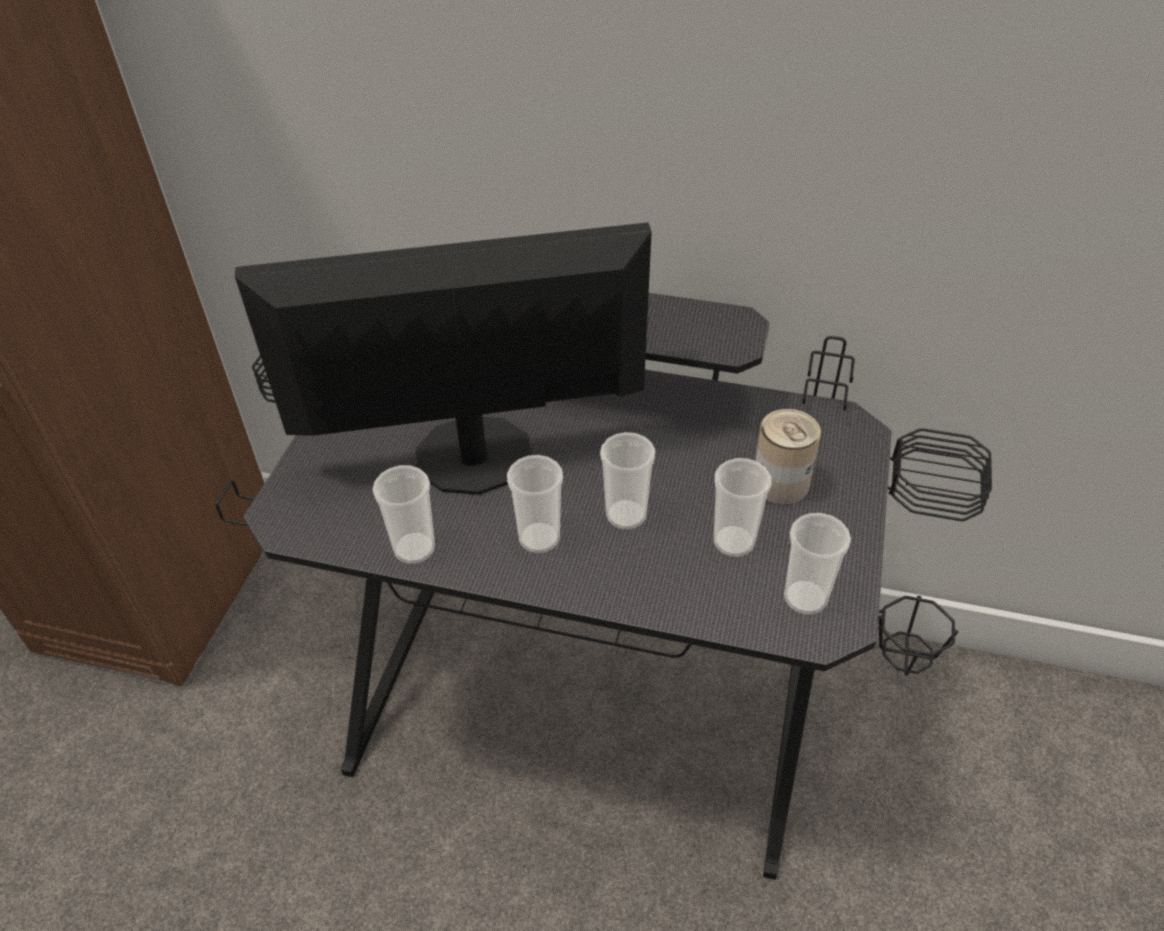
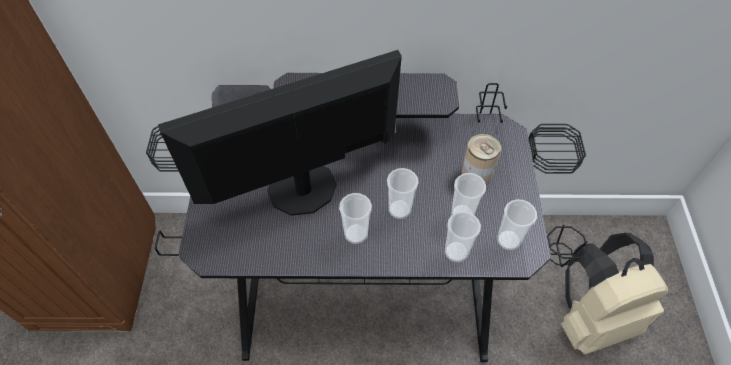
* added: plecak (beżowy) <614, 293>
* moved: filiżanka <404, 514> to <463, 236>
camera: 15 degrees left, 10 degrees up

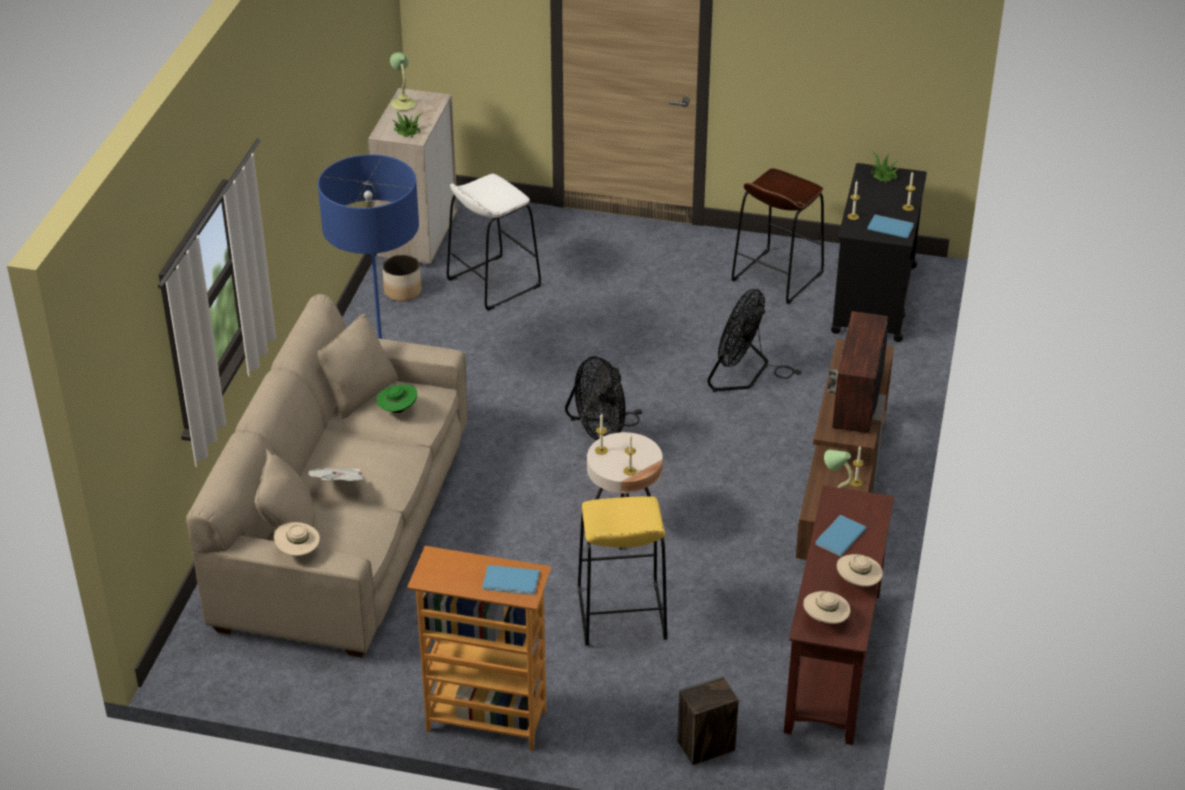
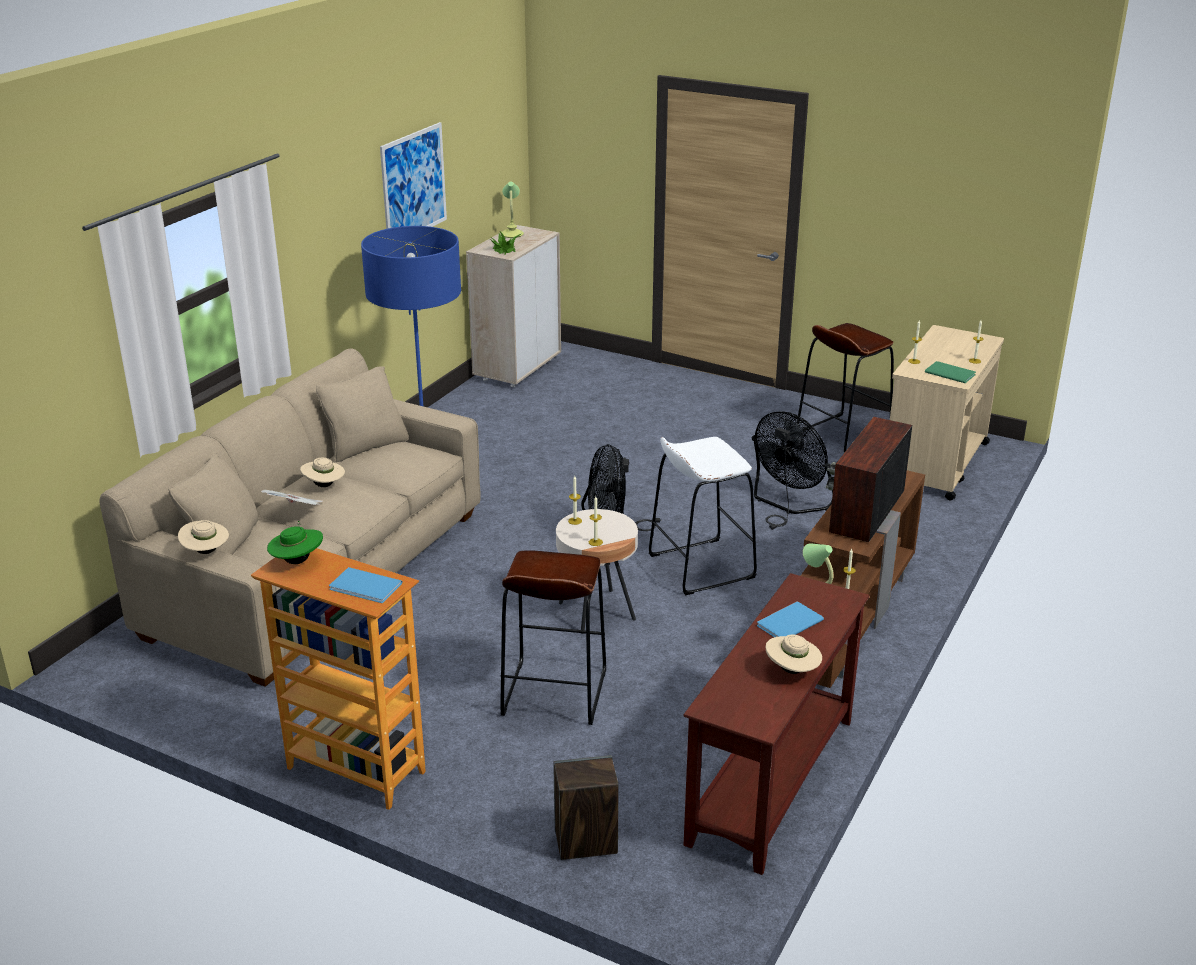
* removed: donica <402, 278>
* removed: roślina doniczkowa <885, 167>
* added: obraz <413, 175>
* moved: kapelusz (zielony) <397, 397> to <295, 542>
* moved: stołek (biały) <494, 242> to <703, 516>
* moved: kapelusz (beżowy) <827, 607> to <322, 472>
* recoloured: stołek (żółty) <622, 570> to stołek (brązowy) <553, 637>
* recoloured: wózek (czarny) <879, 252> to wózek (beżowy) <947, 412>
* recoloured: książka (niebieski) <890, 227> to książka (zielony) <950, 372>
* turned: wentylator (czarny) <755, 340> = <792, 470> 90 degrees clockwise
camera: 15 degrees right, 10 degrees down

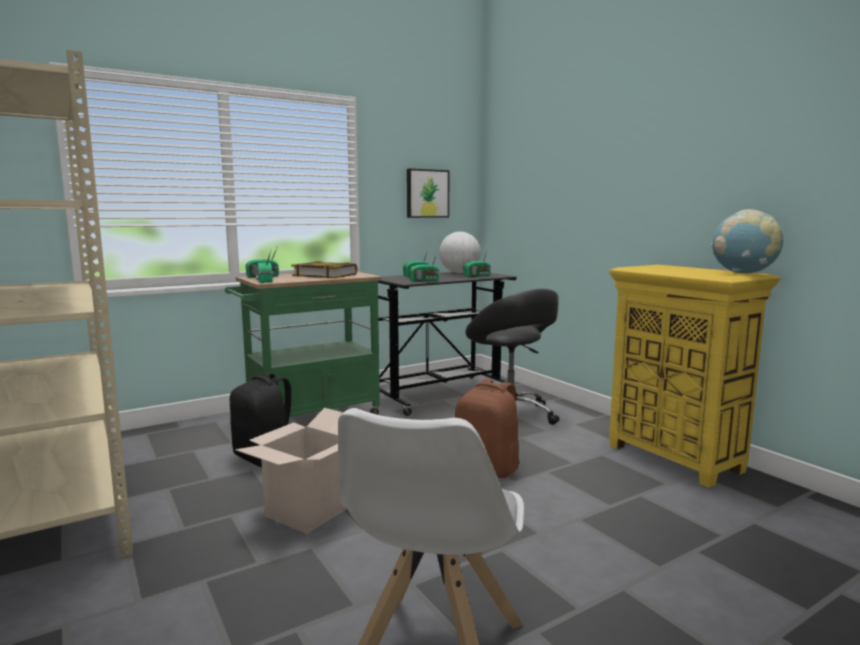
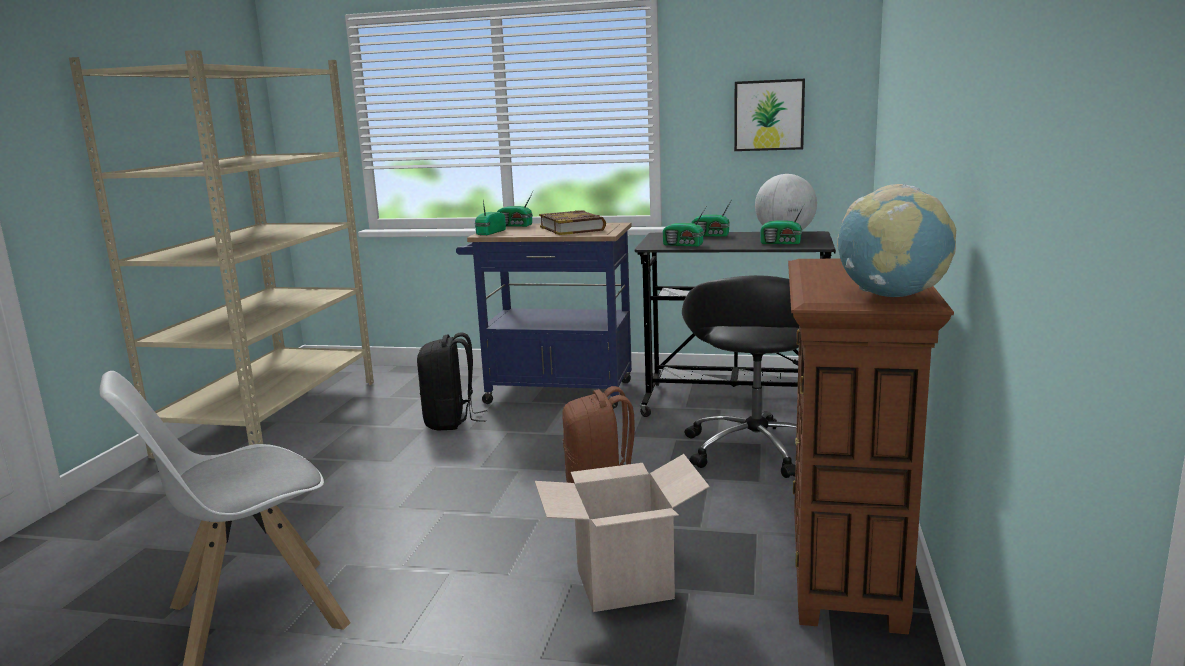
* moved: karton <291, 471> to <622, 533>
* recoloured: wózek (zielony) <303, 344> to wózek (niebieski) <544, 315>
* recoloured: szafka (żółty) <695, 376> to szafka (brązowy) <871, 446>
camera: 45 degrees right, 5 degrees up

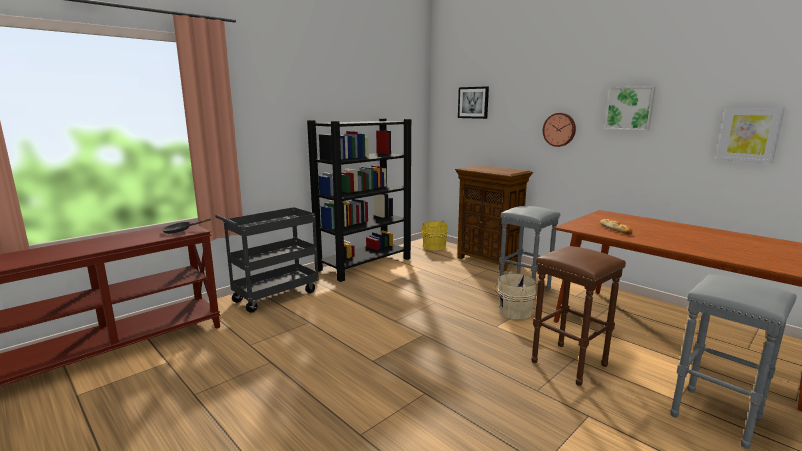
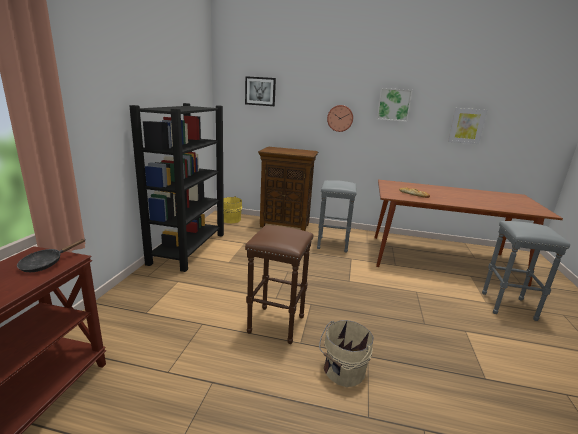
* removed: wózek (szary) <267, 260>
* moved: wiadro (beżowy) <515, 295> to <346, 353>
* moved: stołek (brązowy) <578, 316> to <279, 284>
camera: 35 degrees left, 5 degrees up

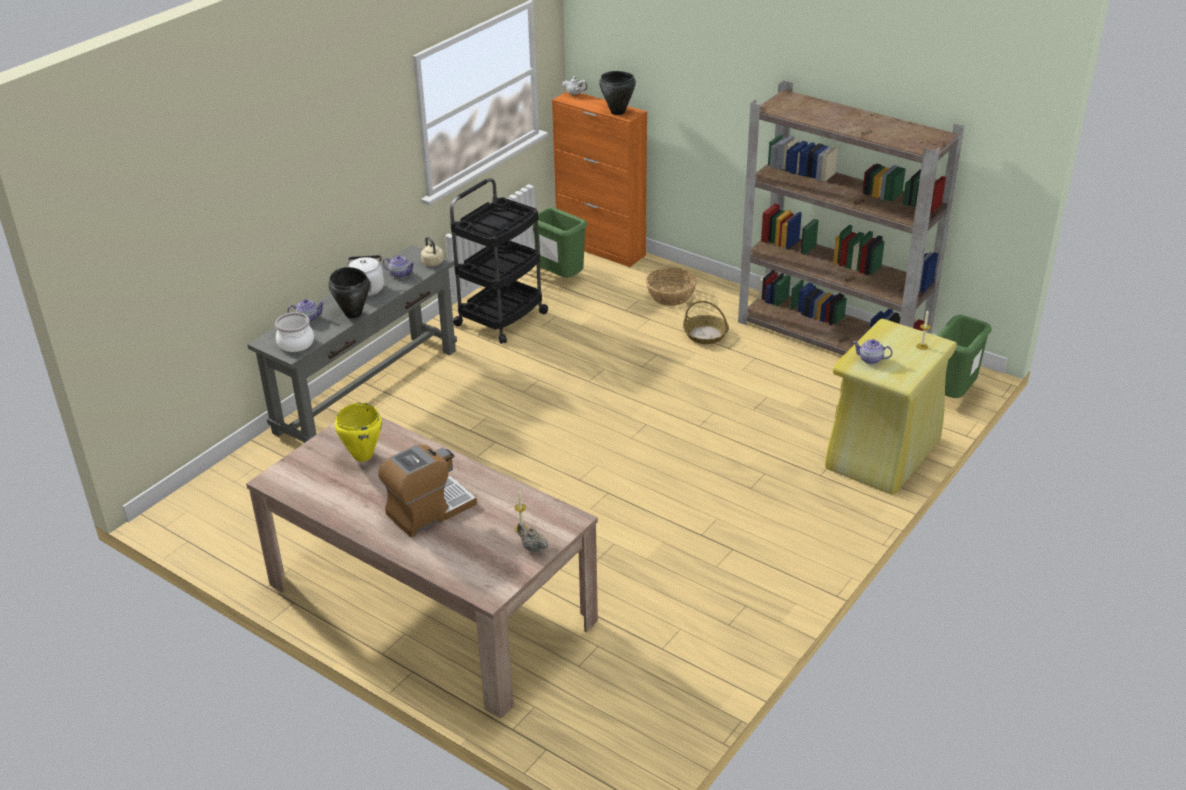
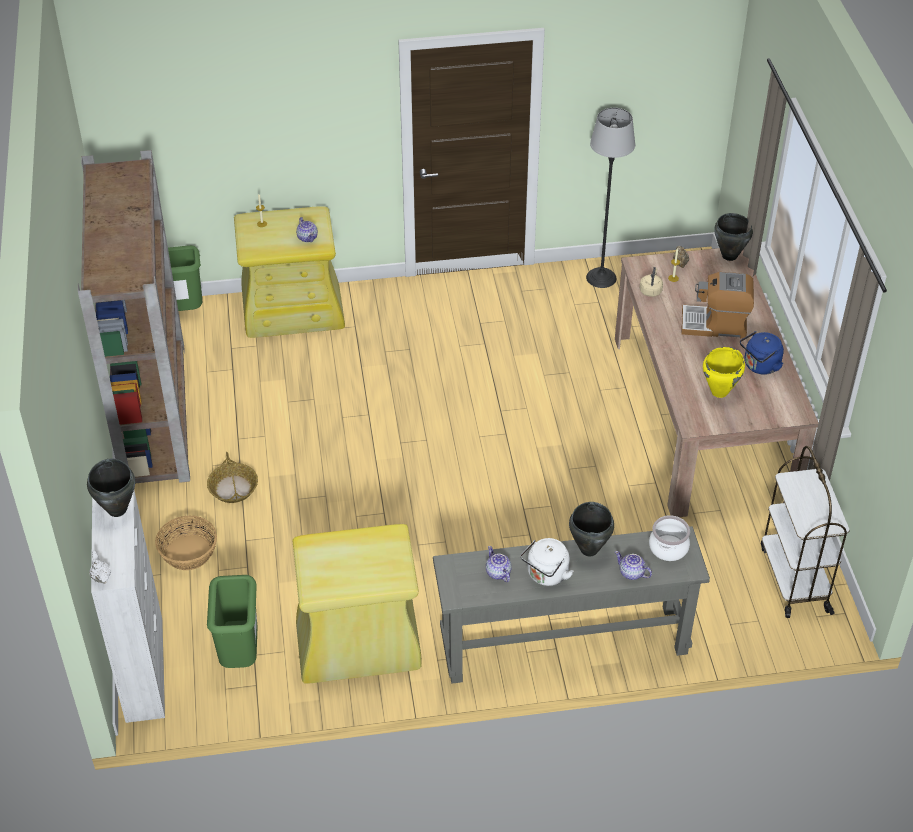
* added: lampa stojąca <610, 198>
* added: garnek (czarny) <733, 237>
* added: czajnik (niebieski) <762, 353>
* added: wózek (biały) <805, 532>
* moved: czajnik (beżowy) <432, 251> to <651, 282>
* replaced: wózek (czarny) <499, 261> to szafka nocna (żółty) <357, 604>
* recoloured: szafka (pomarańczowy) <599, 179> to szafka (biały) <128, 607>
camera: 135 degrees left, 10 degrees up

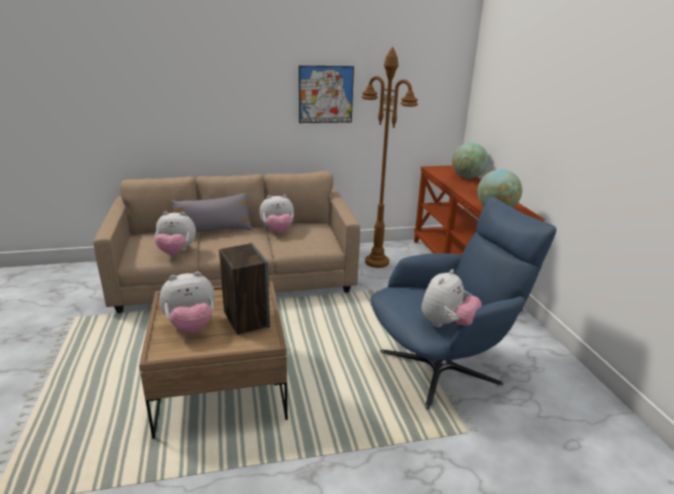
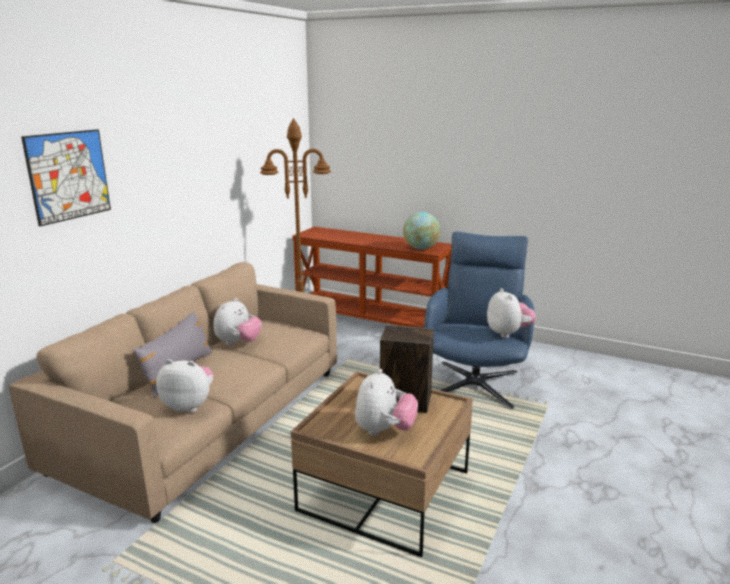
* removed: globus <470, 161>
* moved: obraz <326, 94> to <66, 177>
* turned: pluszak <175, 233> = <184, 386> 120 degrees counterclockwise
camera: 50 degrees left, 5 degrees down

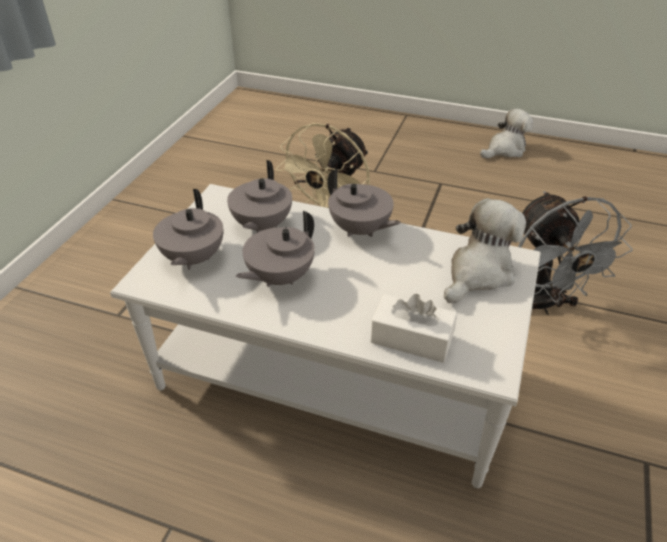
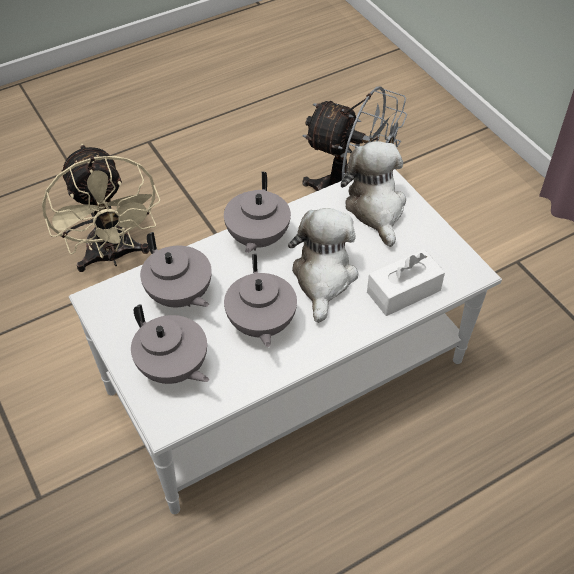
* moved: pluszak <506, 133> to <323, 265>
* turned: imbryk (szary) <364, 203> = <257, 212> 105 degrees clockwise
camera: 50 degrees left, 10 degrees up

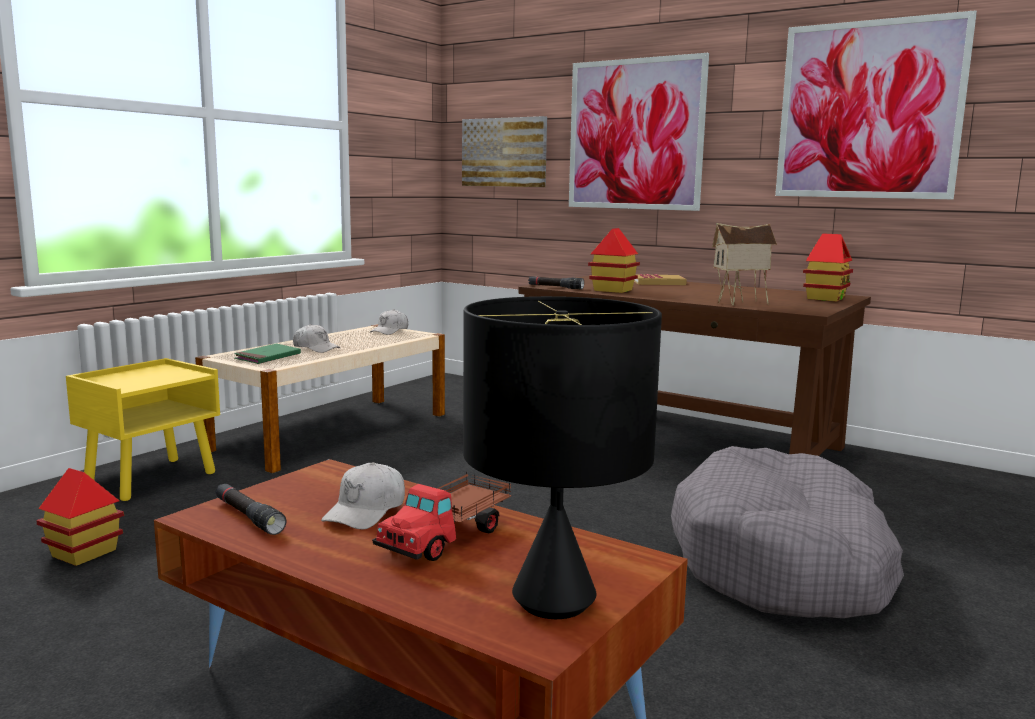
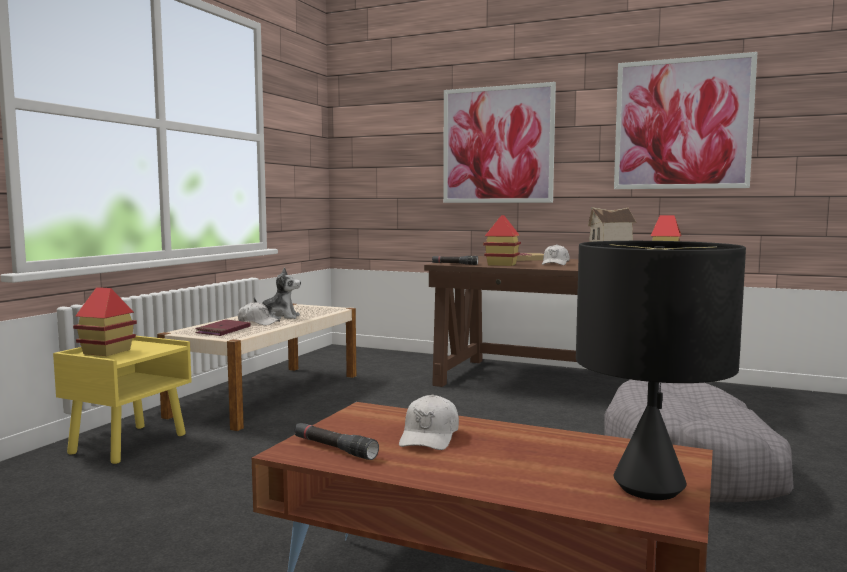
* removed: ciężarówka zabawkowa <441, 516>
* removed: obraz <504, 151>
* added: pluszak <277, 293>
* moved: domek <80, 517> to <105, 321>
* moved: czapka z daszkiem (biały) <389, 322> to <556, 254>
* recoloured: książka (zielony) <267, 354> to książka (czerwony) <222, 327>
camera: 10 degrees left, 5 degrees down

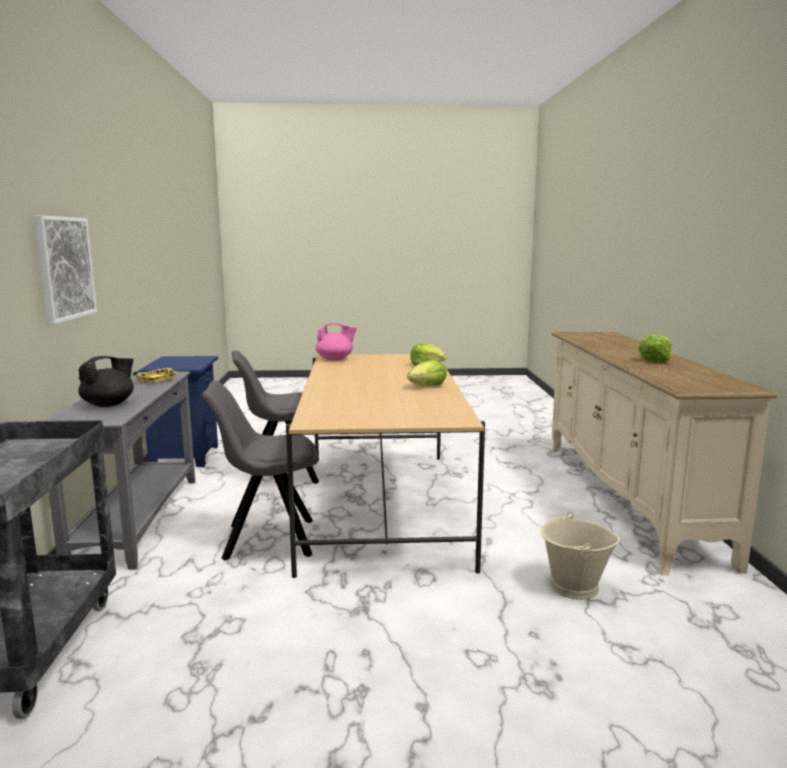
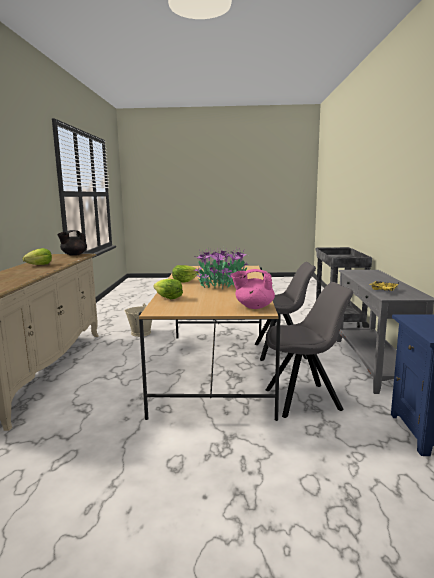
* removed: obraz <65, 270>
* added: roślina doniczkowa <221, 268>
* moved: imbryk (czarny) <106, 381> to <72, 243>
camera: 175 degrees left, 0 degrees up

